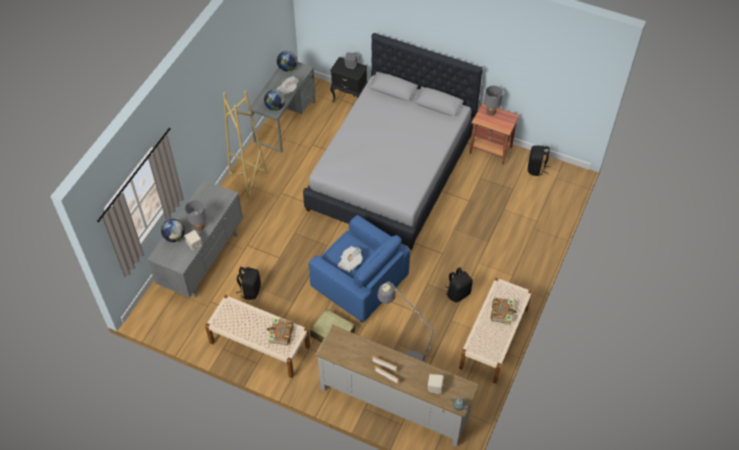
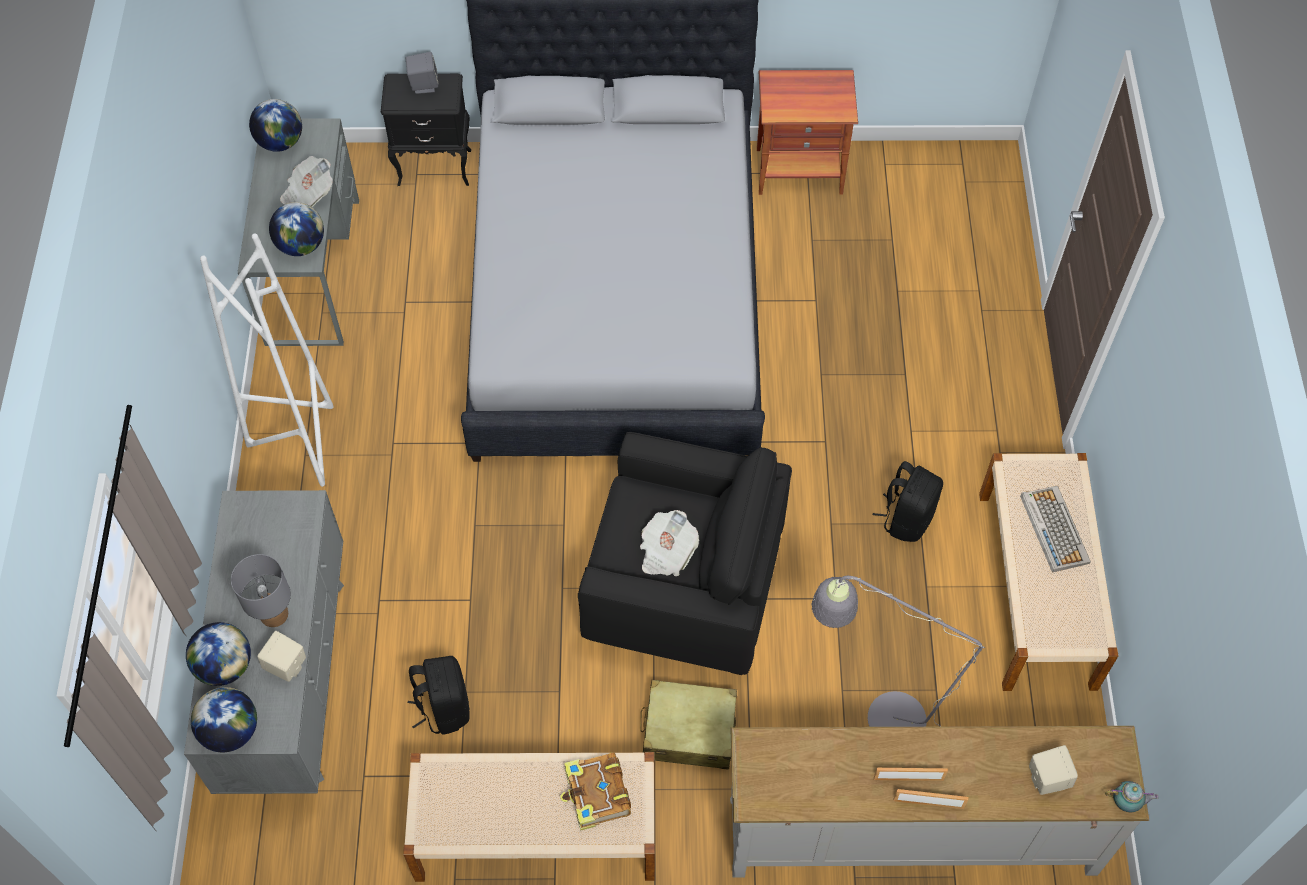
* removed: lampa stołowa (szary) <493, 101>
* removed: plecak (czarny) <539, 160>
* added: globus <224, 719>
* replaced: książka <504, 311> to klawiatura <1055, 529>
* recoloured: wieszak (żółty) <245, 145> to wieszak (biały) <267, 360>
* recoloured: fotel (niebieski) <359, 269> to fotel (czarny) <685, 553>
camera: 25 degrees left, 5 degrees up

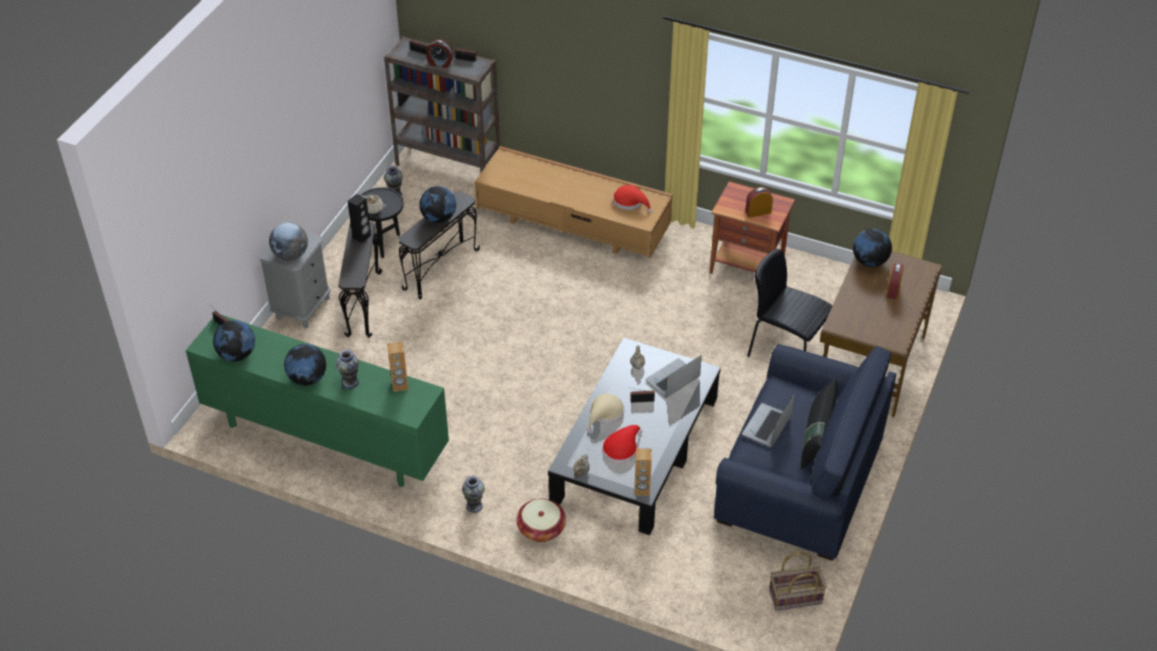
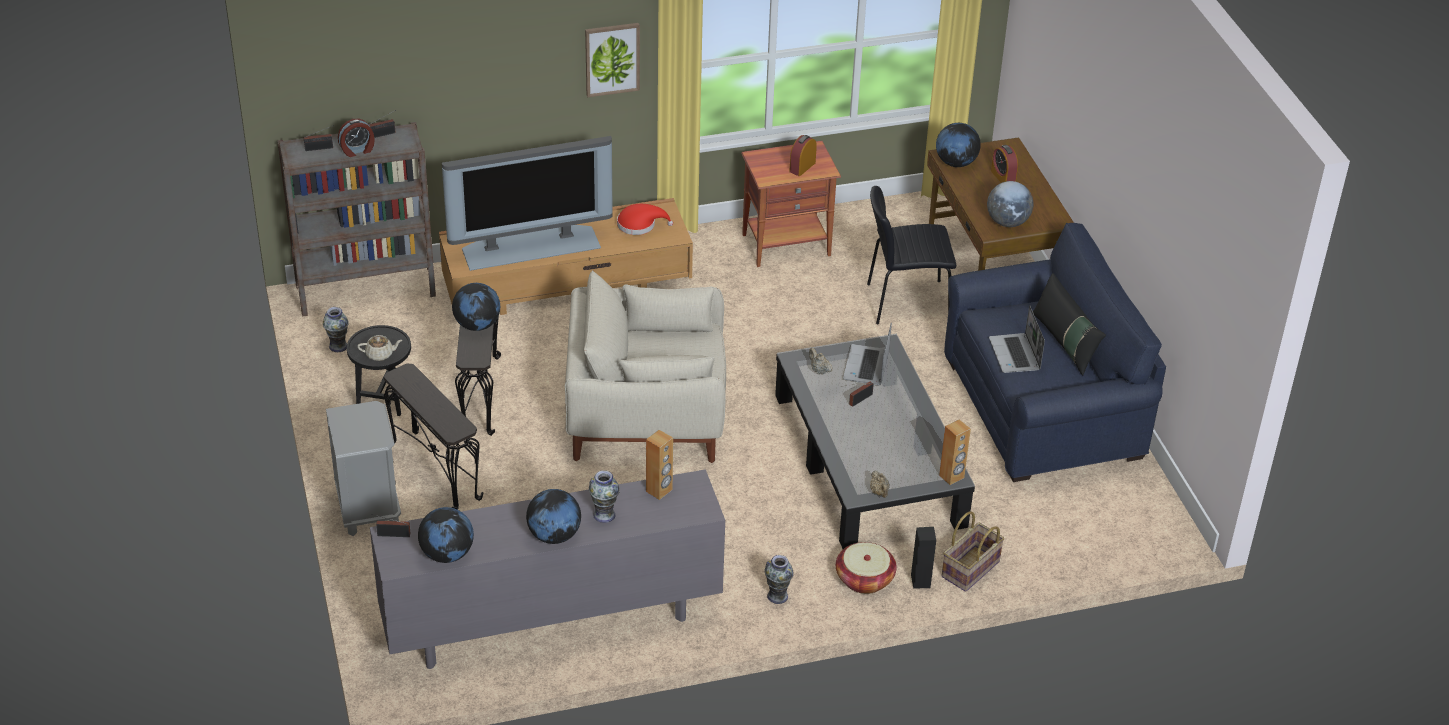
* removed: kapelusz (beżowy) <605, 413>
* removed: kapelusz (czerwony) <622, 444>
* added: telewizor <527, 203>
* added: fotel (beżowy) <645, 366>
* added: obraz <612, 60>
* moved: globus <288, 241> to <1010, 204>
* moved: głośnik (czarny) <359, 218> to <923, 558>
* moved: koszyk <798, 581> to <973, 552>
* recoloured: szafka (zielony) <317, 401> to szafka (szary) <547, 569>
camera: 40 degrees left, 5 degrees down

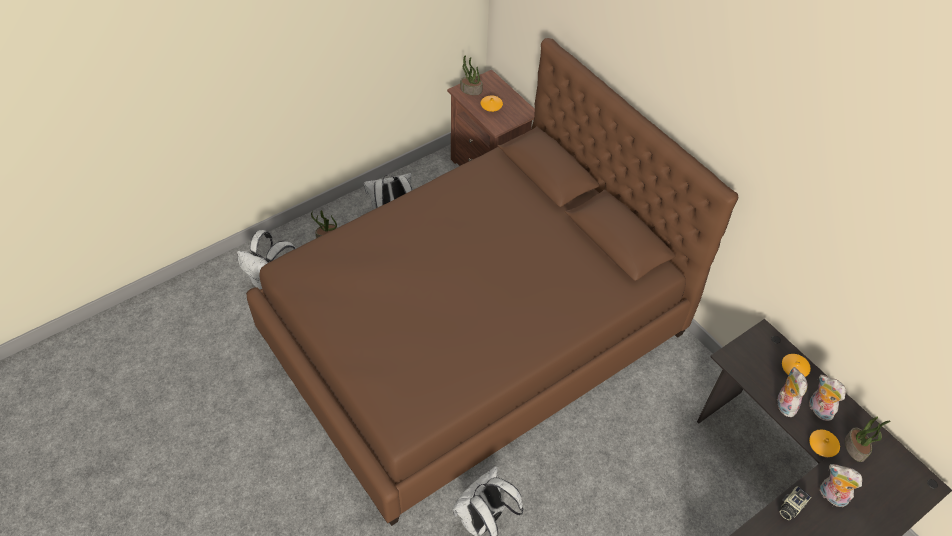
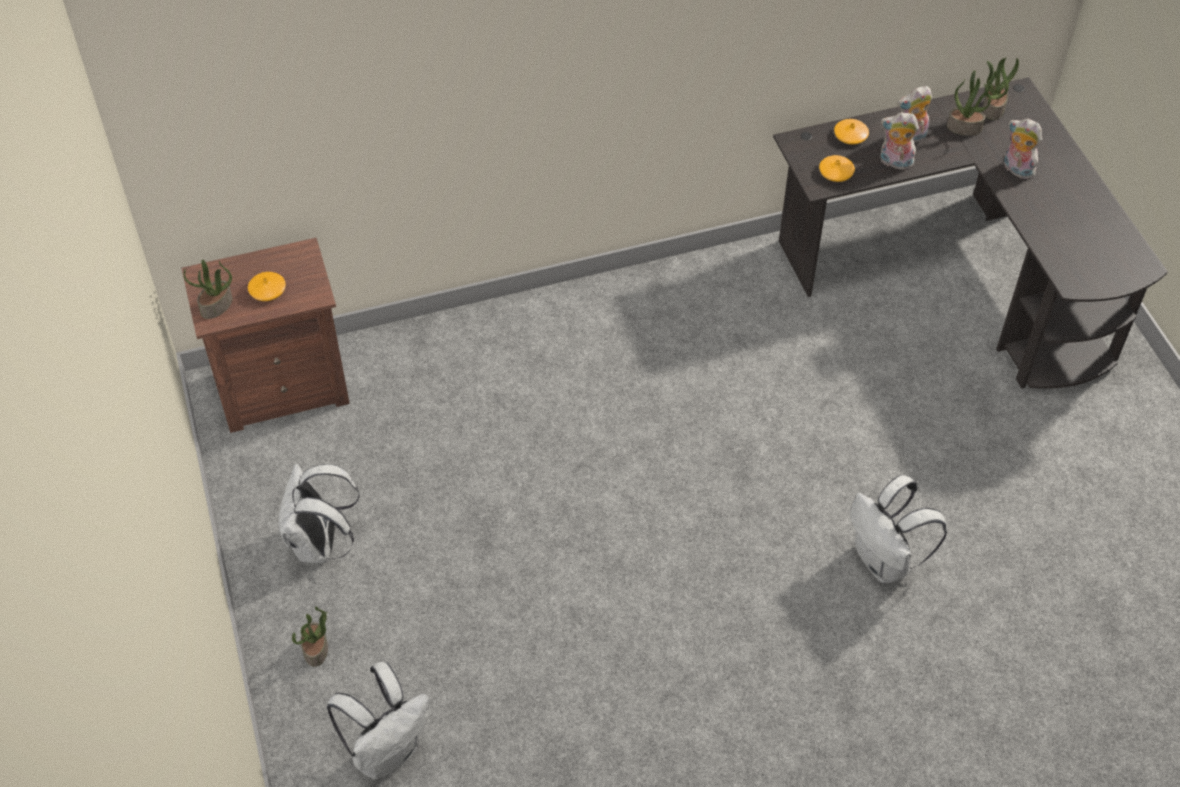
* removed: łóżko (brązowy) <492, 282>
* removed: aparat fotograficzny <795, 503>
* added: roślina doniczkowa <1001, 89>
* moved: wazon (pomarańczowy) <824, 443> to <837, 168>
* turned: pluszak <841, 485> = <1023, 148> 75 degrees clockwise
camera: 70 degrees left, 0 degrees up

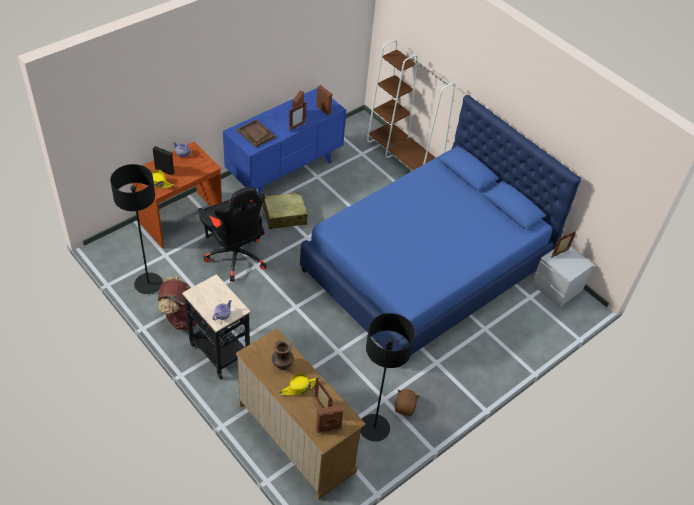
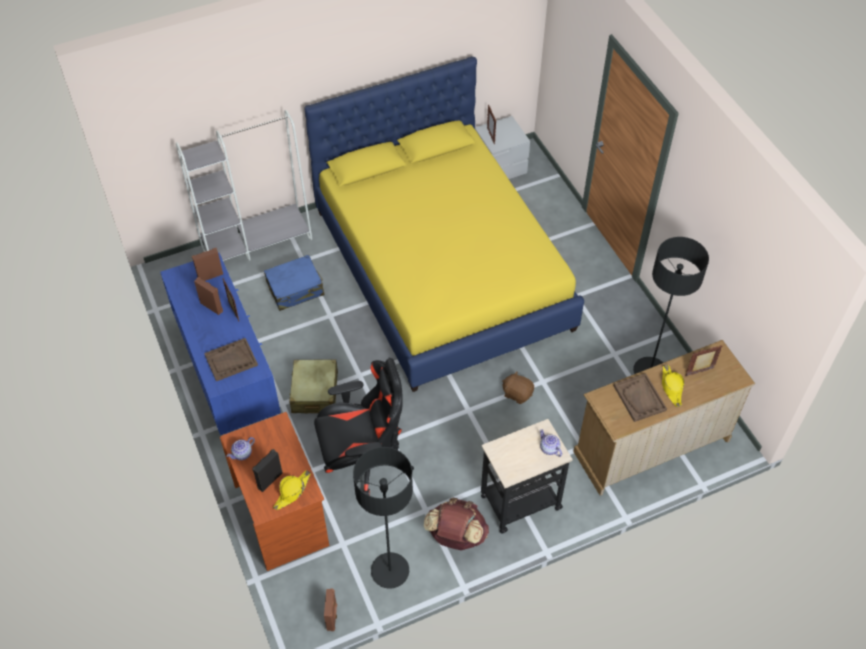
* added: walizka (niebieski) <294, 283>
* moved: głośnik (brązowy) <330, 419> to <330, 610>
* moved: pluszak (brązowy) <407, 402> to <518, 387>
* replaced: wazon (brązowy) <282, 355> to taca (brązowy) <640, 397>
* recoloured: łóżko (niebieski) <440, 231> to łóżko (żółty) <444, 224>
* recoloured: wieszak (brązowy) <411, 105> to wieszak (szary) <244, 185>
camera: 70 degrees left, 5 degrees up

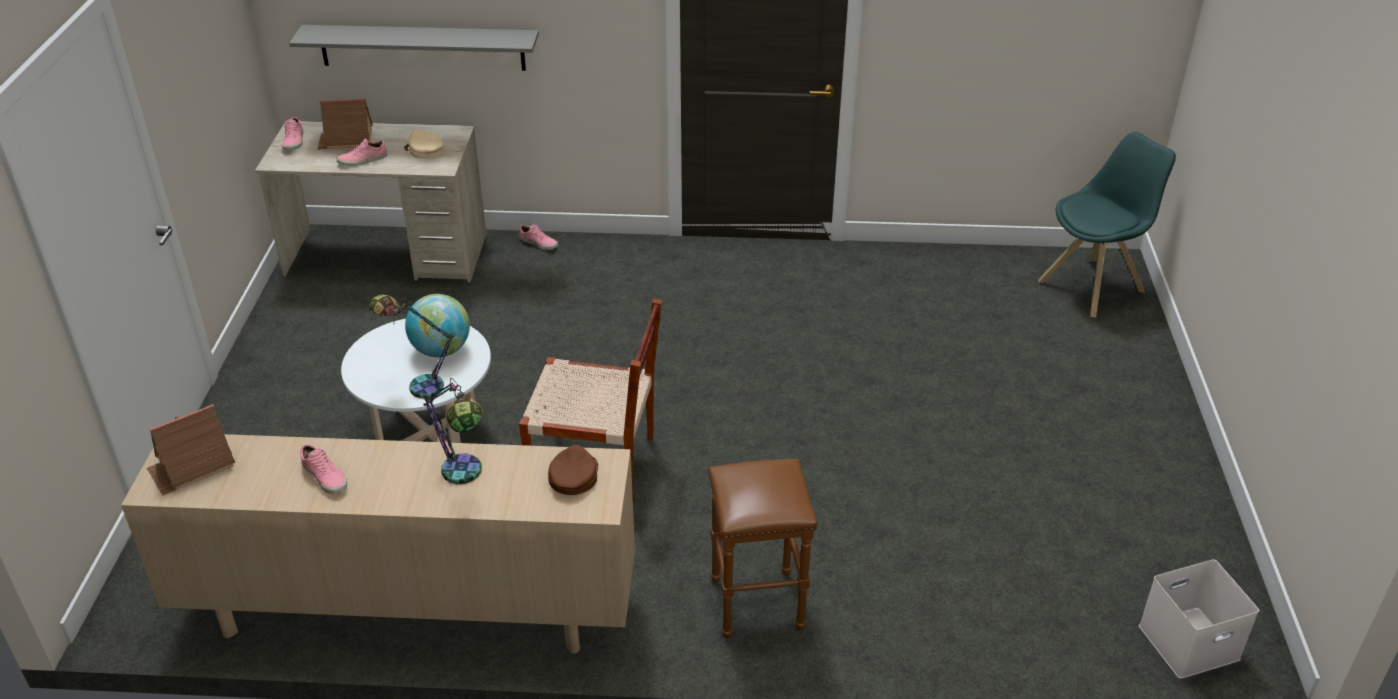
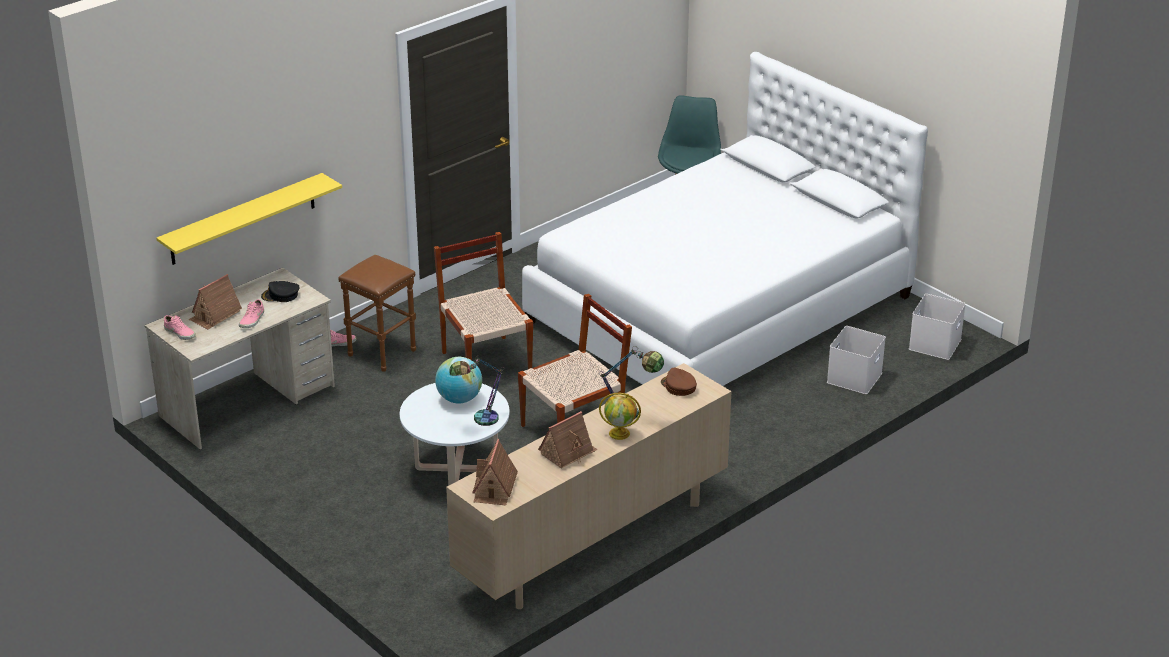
* added: krzesło <483, 300>
* added: łóżko (biały) <725, 219>
* added: globus <620, 416>
* added: pojemnik do przechowywania (biały) <856, 360>
* moved: stołek (brązowy) <762, 549> to <377, 313>
* replaced: but (różowy) <323, 469> to domek <568, 440>
* recoloured: półka (szary) <414, 48> to półka (żółty) <249, 219>
* recoloured: czapka z daszkiem (beżowy) <424, 144> to czapka z daszkiem (czarny) <280, 291>
camera: 45 degrees left, 5 degrees down

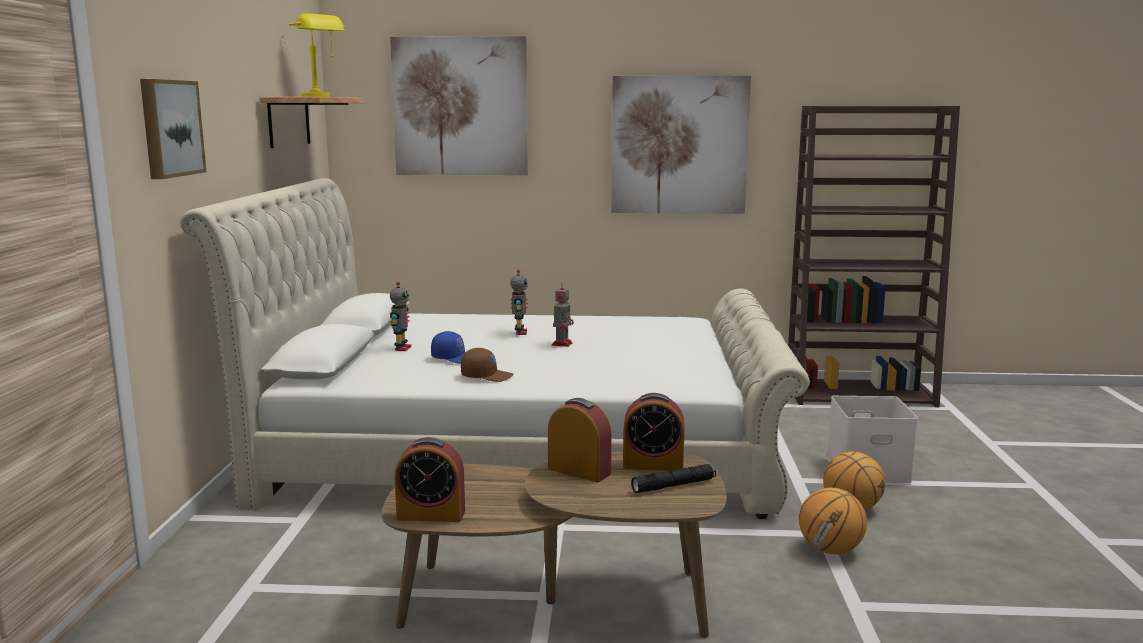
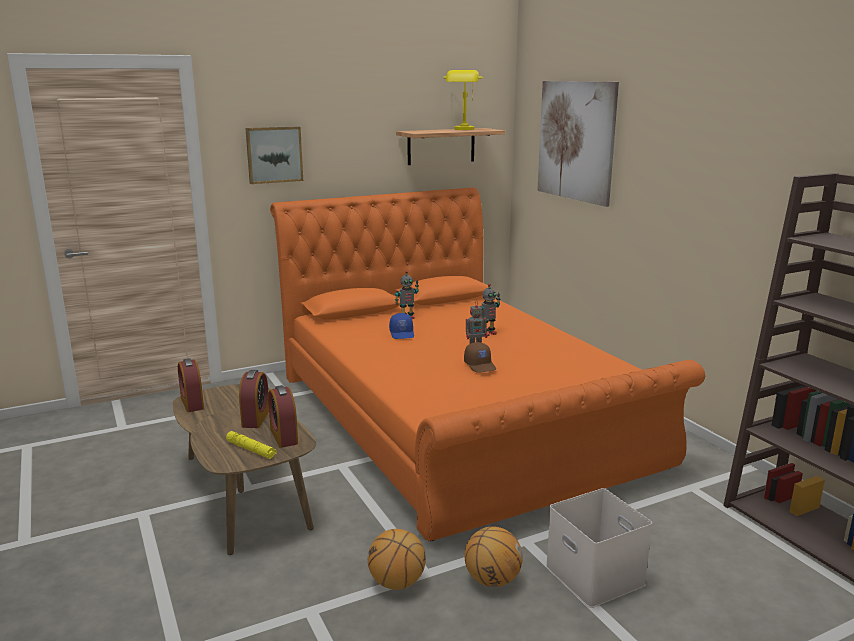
* removed: obraz <681, 145>
* moved: czapka z daszkiem (brązowy) <487, 365> to <480, 357>
* recoloured: łóżko (beżowy) <495, 348> to łóżko (pomarańczowy) <487, 364>
* recoloured: latarka (czarny) <673, 478> to latarka (żółty) <251, 445>
camera: 60 degrees right, 5 degrees up

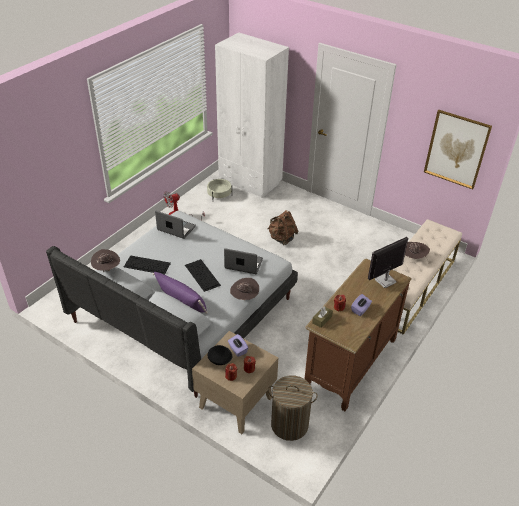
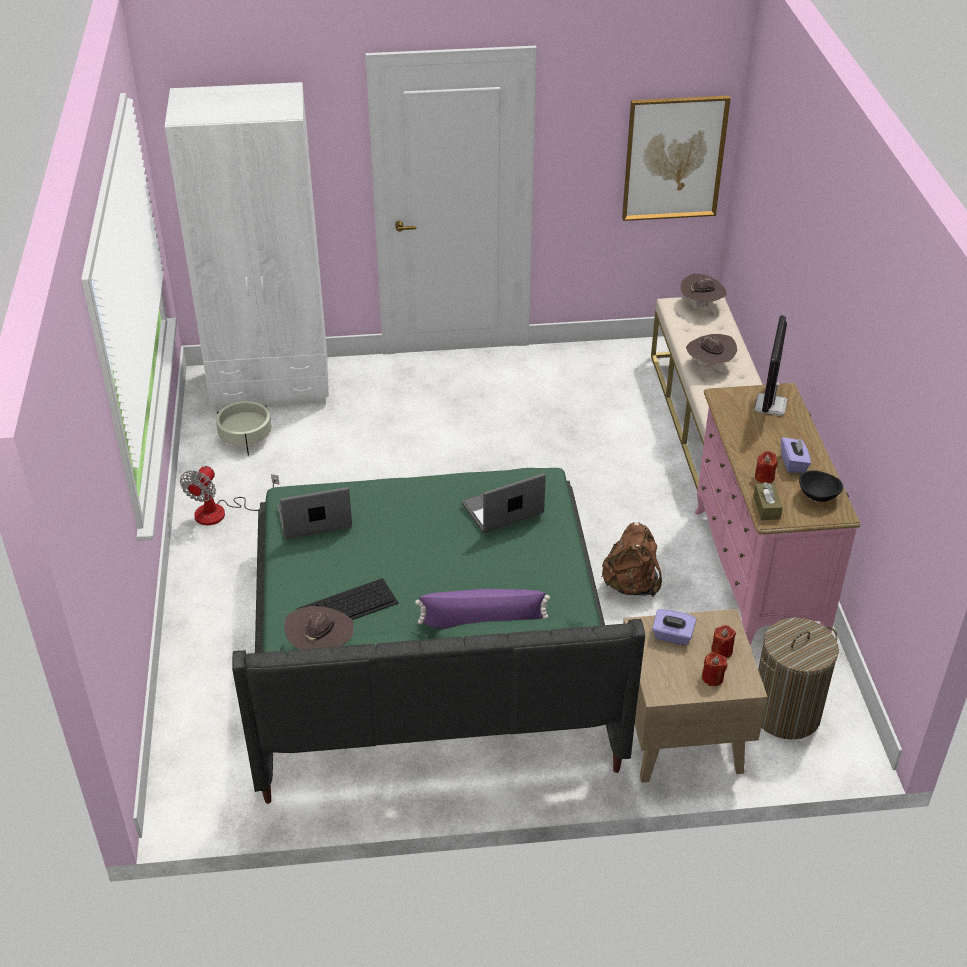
* removed: klawiatura <203, 275>
* moved: miska (czarny) <220, 355> to <821, 486>
* moved: kapelusz (brązowy) <244, 289> to <704, 290>
* moved: plecak (brązowy) <283, 227> to <631, 559>
* recoloured: łóżko (szary) <172, 304> to łóżko (zielony) <438, 636>
* recoloured: komoda (brązowy) <358, 335> to komoda (różowy) <777, 514>
camera: 40 degrees left, 0 degrees up

